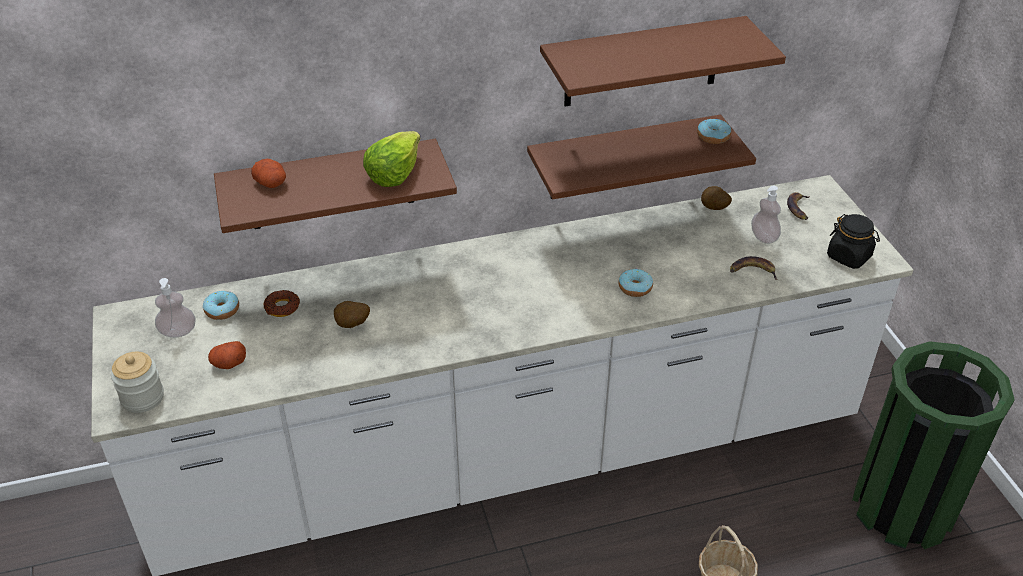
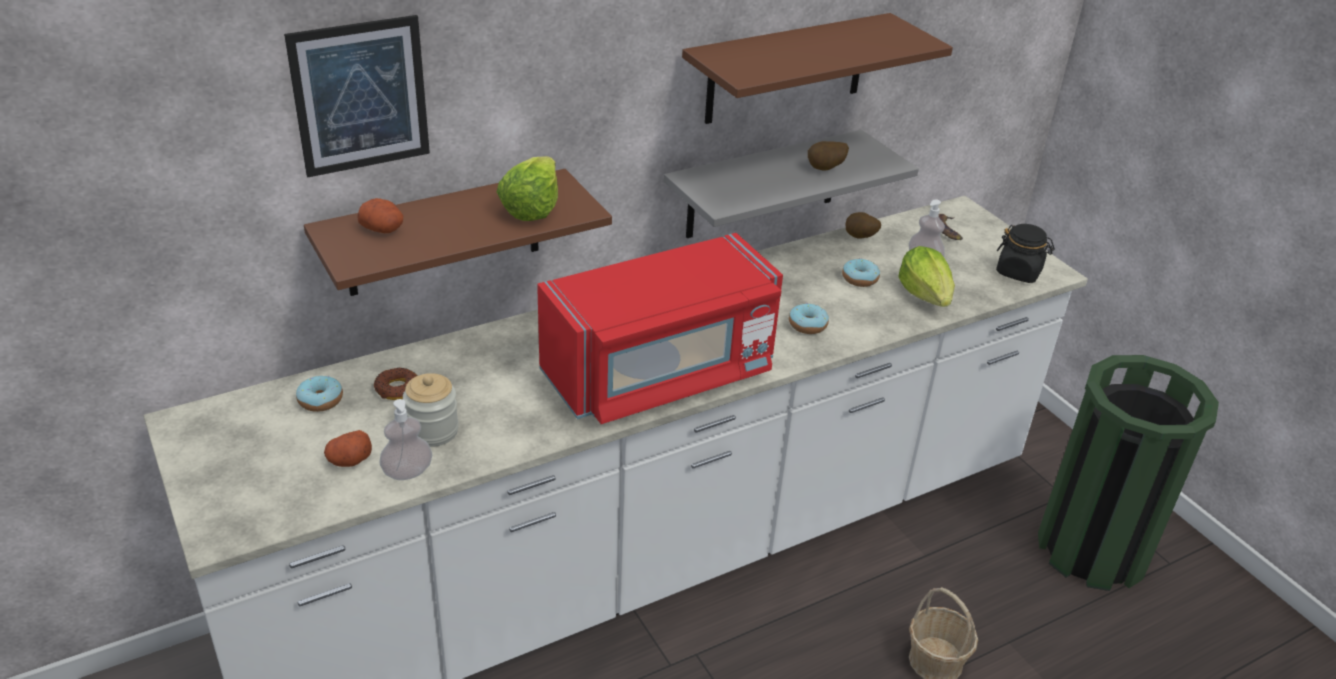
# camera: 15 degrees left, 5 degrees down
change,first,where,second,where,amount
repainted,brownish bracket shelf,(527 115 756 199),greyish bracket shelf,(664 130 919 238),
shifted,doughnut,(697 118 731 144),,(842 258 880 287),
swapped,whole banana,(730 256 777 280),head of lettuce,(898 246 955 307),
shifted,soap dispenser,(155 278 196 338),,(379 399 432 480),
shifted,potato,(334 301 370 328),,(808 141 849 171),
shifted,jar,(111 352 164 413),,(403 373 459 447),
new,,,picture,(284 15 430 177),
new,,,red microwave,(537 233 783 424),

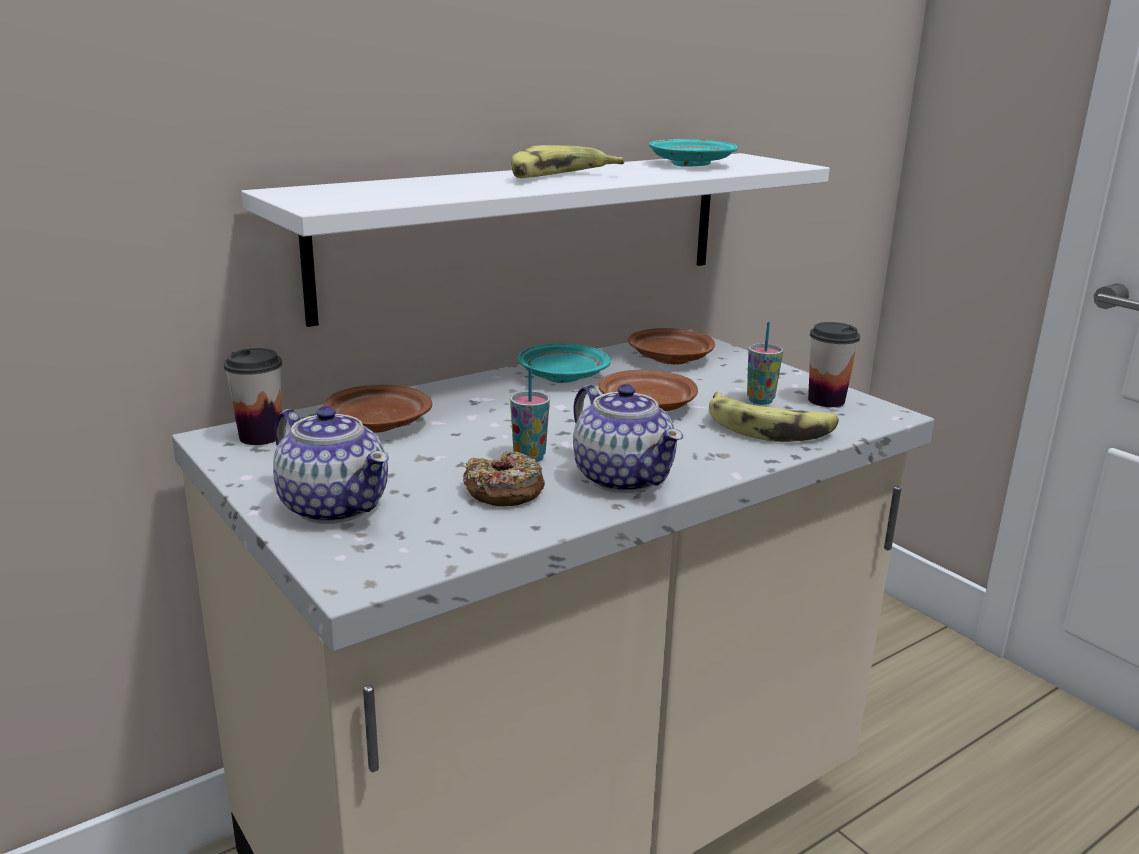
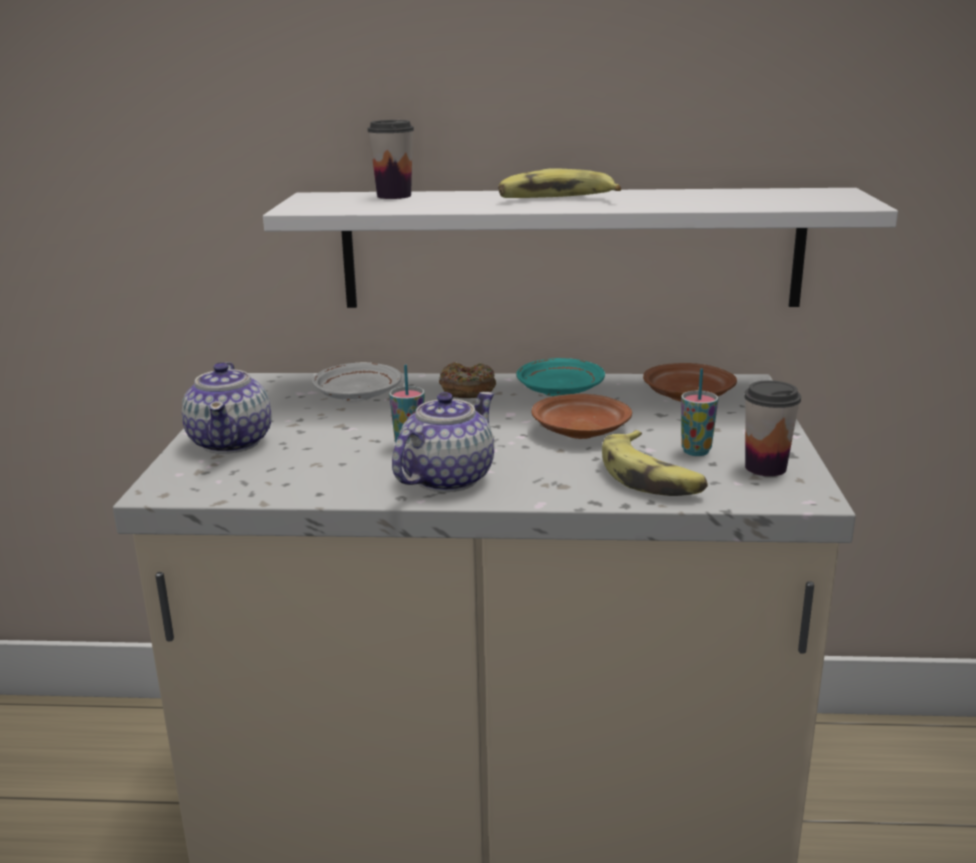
# camera: 40 degrees right, 0 degrees up
change,first,where,second,where,amount
gone,turquoise flat dish,(649 139 738 167),,,
shifted,drinking cup,(224 348 282 445),,(368 120 414 199),
rotated,teapot,(573 384 683 493),,(392 392 494 492),150 degrees counterclockwise
repainted,brownish flat dish,(323 385 432 433),whitish flat dish,(312 363 402 401),
shifted,doughnut,(463 451 545 506),,(439 362 496 398),

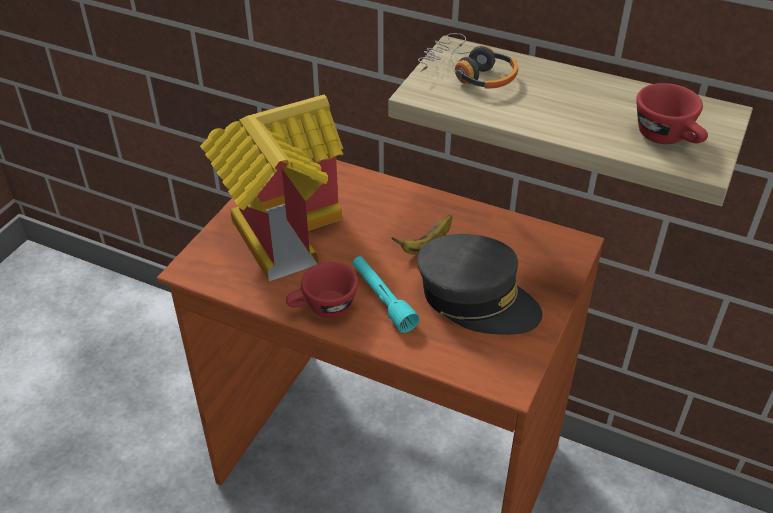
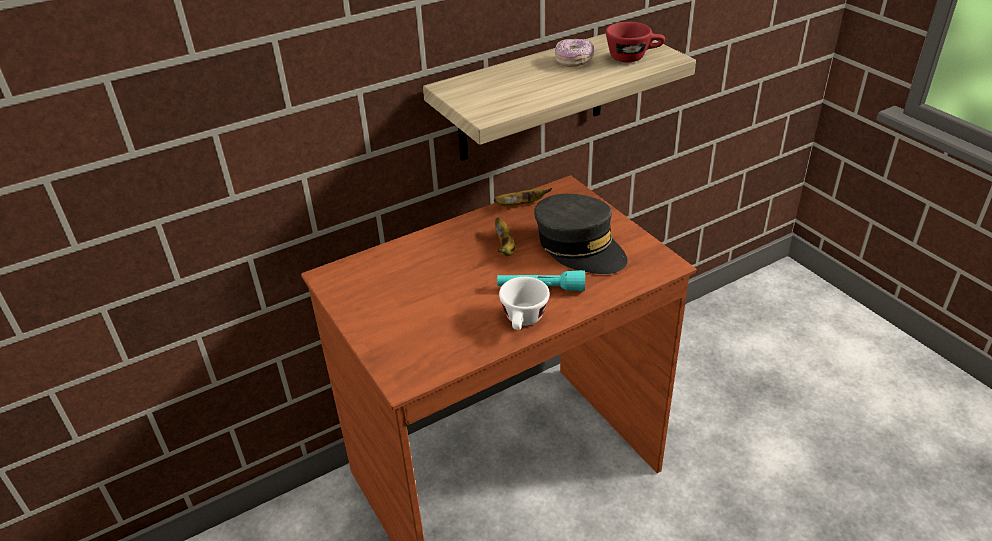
# camera: 55 degrees left, 5 degrees down
change,first,where,second,where,amount
gone,pair of headphones,(418 33 518 89),,,
gone,miniature house,(200 95 343 281),,,
rotated,greyish peaked cap,(417 234 542 335),,(534 194 628 274),75 degrees clockwise
repainted,red drinking cup,(286 262 358 318),whitish drinking cup,(499 277 550 330),
new,,,doughnut,(555 39 594 67),
new,,,whole banana,(494 188 552 206),

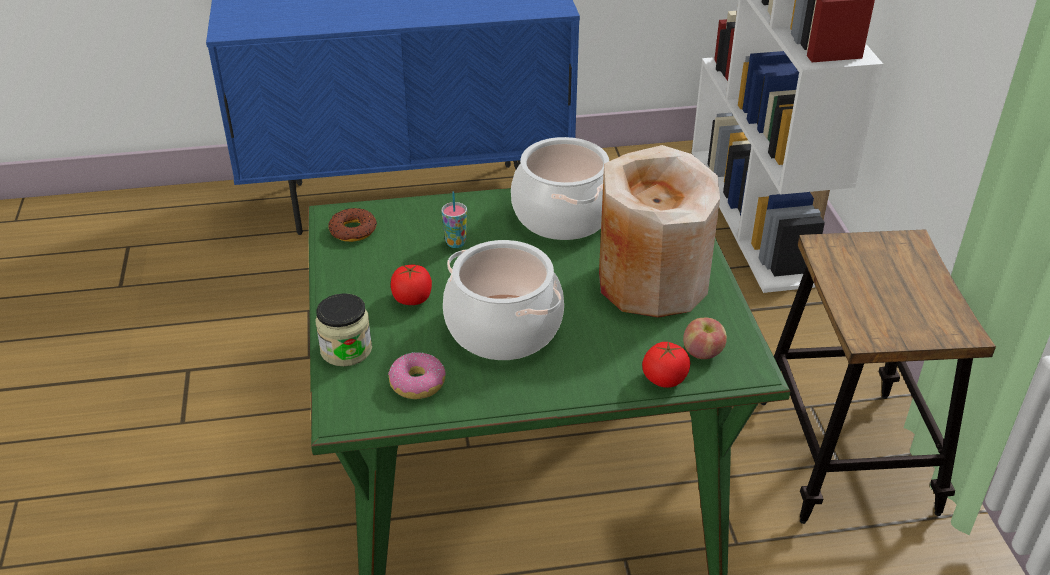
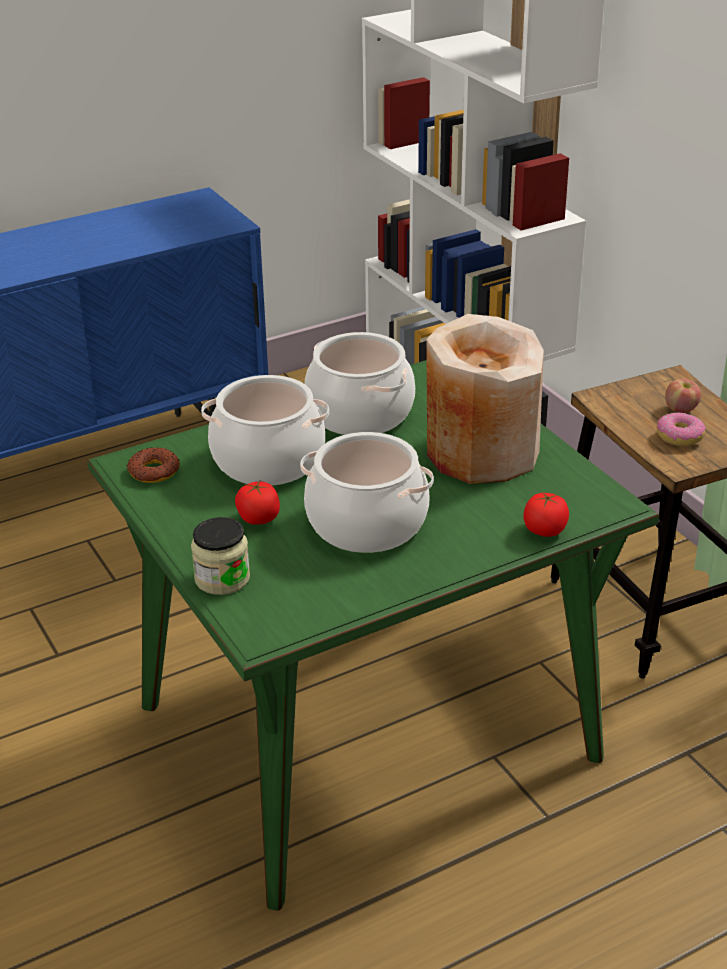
# camera: 20 degrees left, 5 degrees down
change,first,where,second,where,amount
swapped,drinking cup,(441 192 467 248),stockpot,(201 375 329 486),
shifted,apple fruit,(683 317 727 359),,(665 379 701 413),
shifted,doughnut,(388 352 446 399),,(657 412 706 446),

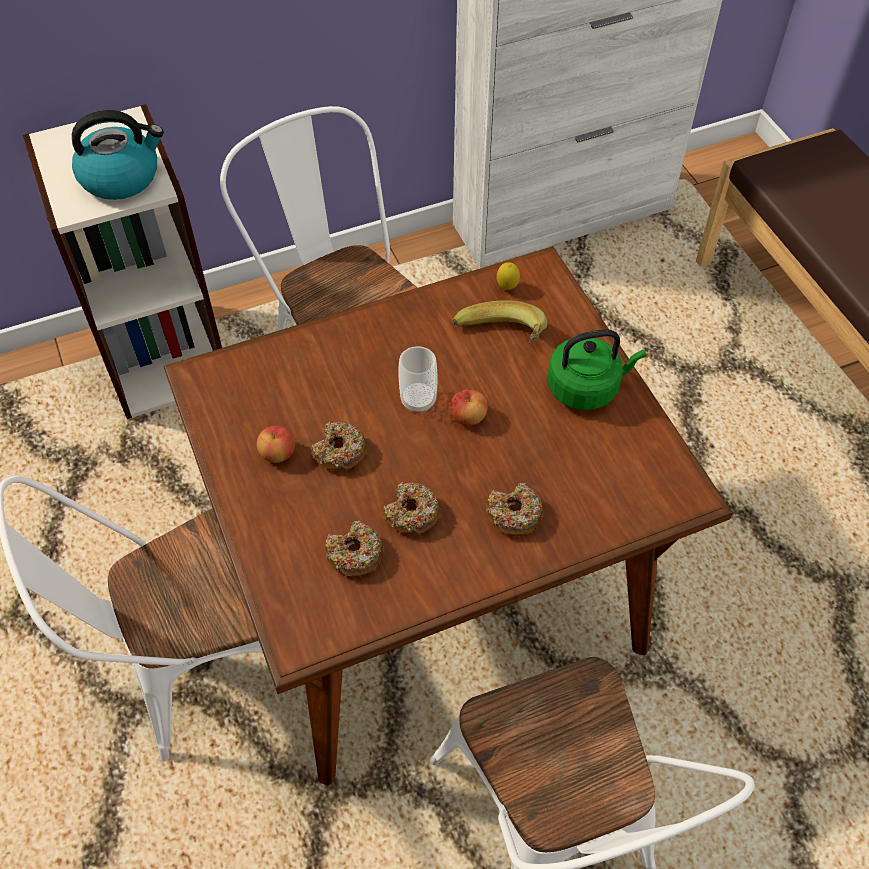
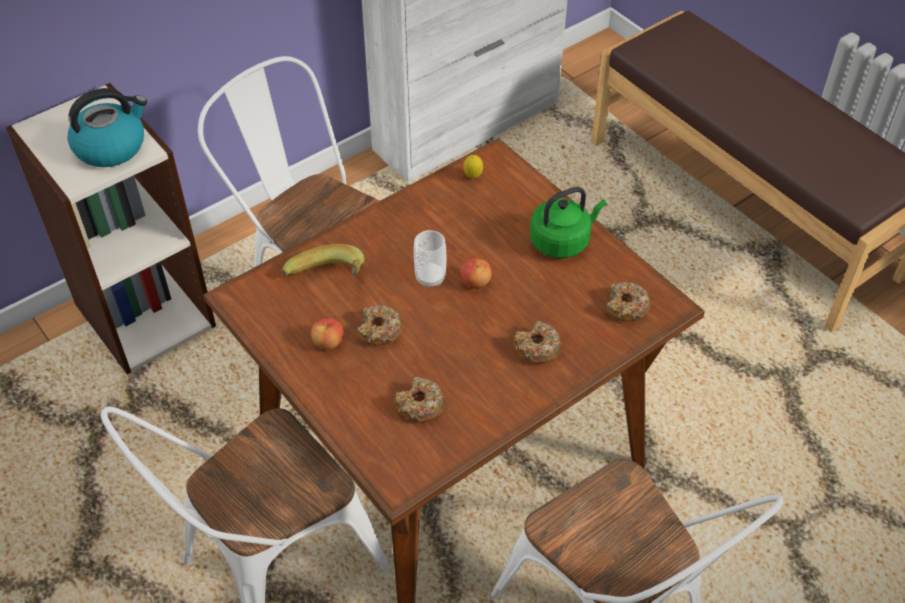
# camera: 15 degrees left, 5 degrees down
change,first,where,second,where,amount
shifted,whole banana,(452 300 547 344),,(282 244 365 277),
shifted,doughnut,(382 482 441 534),,(607 282 651 321),

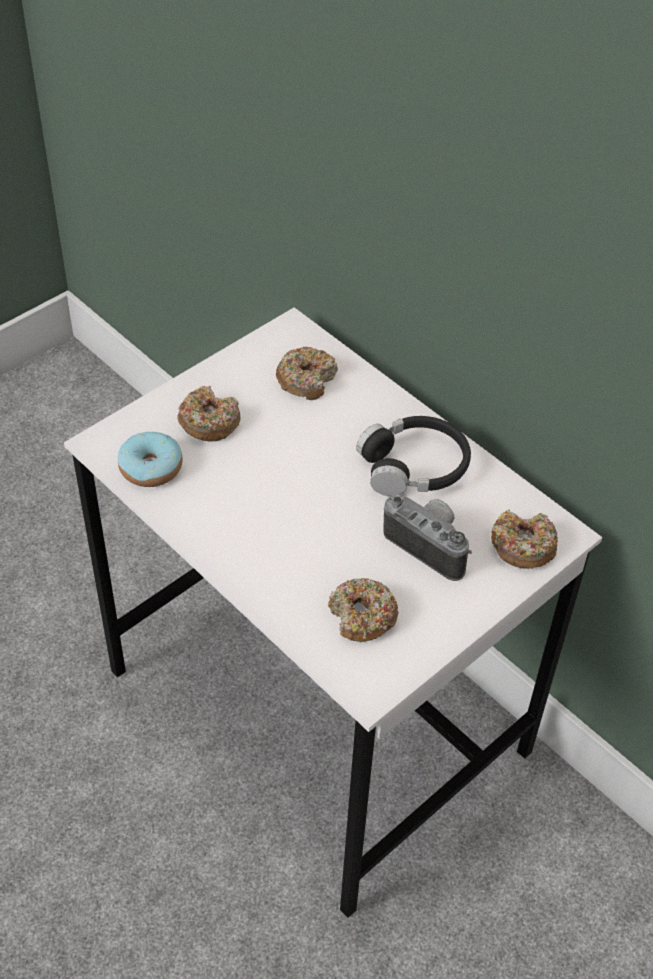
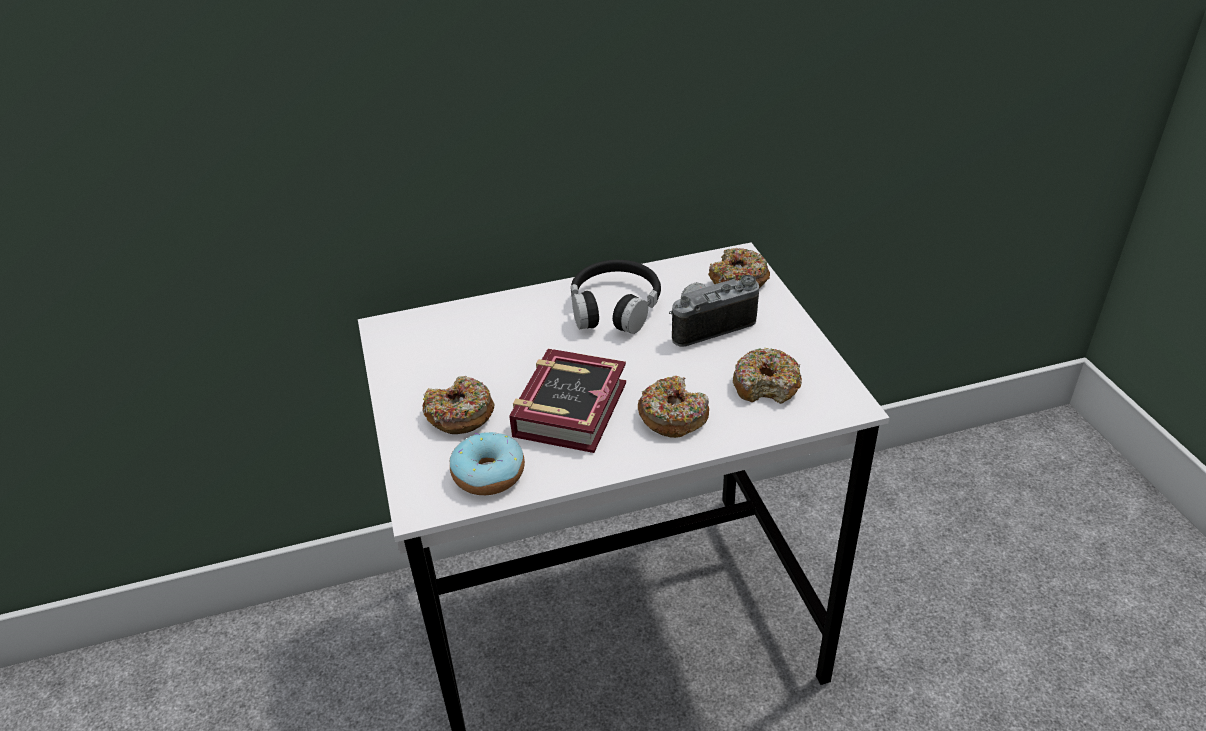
# camera: 60 degrees left, 10 degrees down
change,first,where,second,where,amount
shifted,doughnut,(276 347 338 400),,(638 376 709 438),
new,,,book,(509 349 626 453),

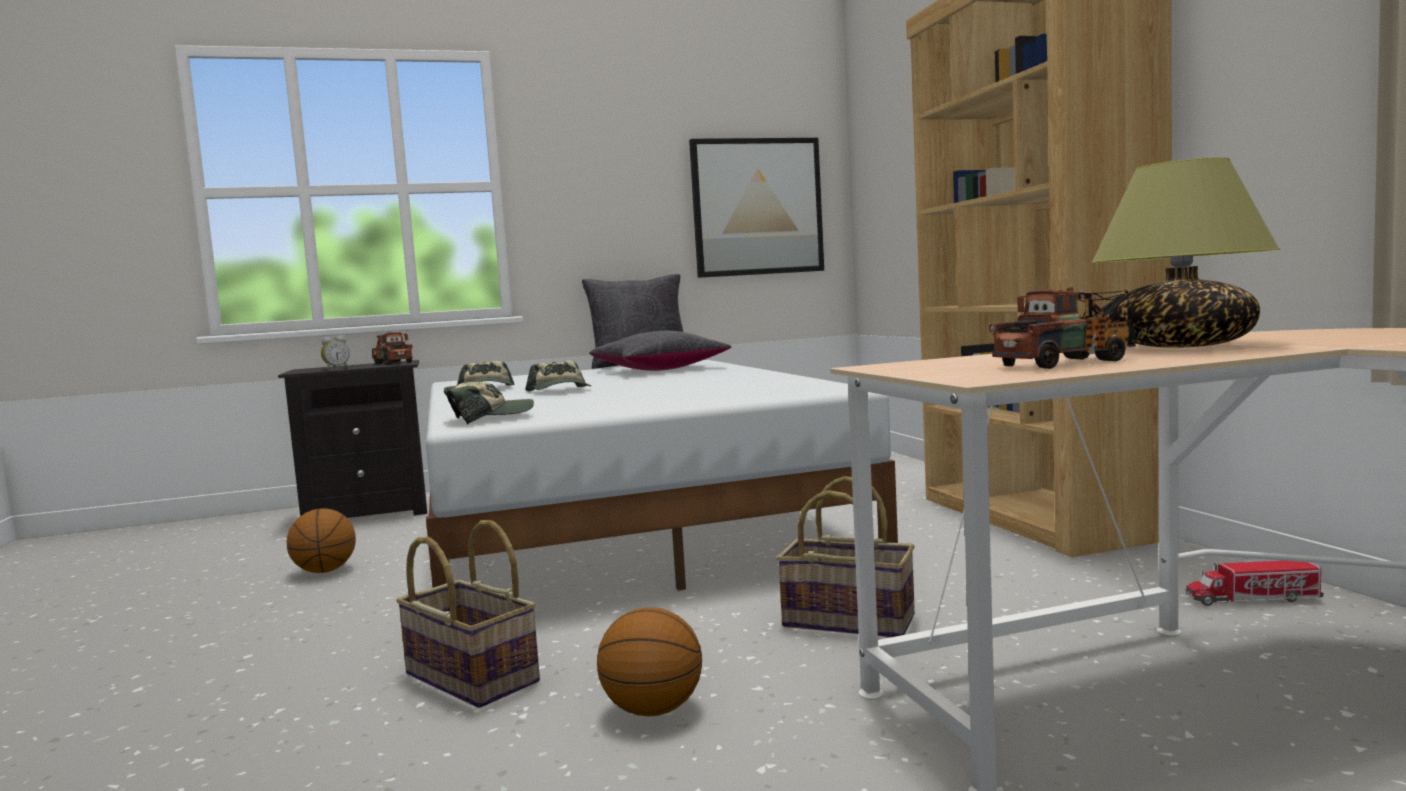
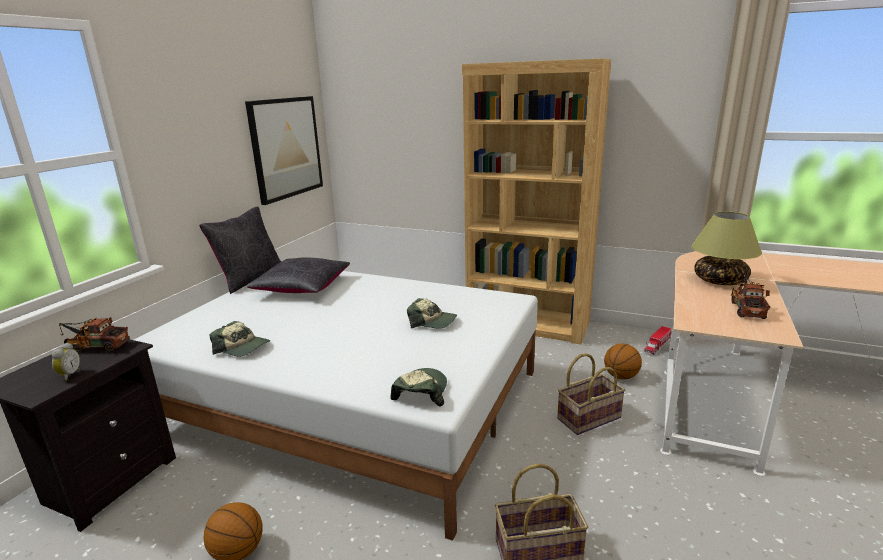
# camera: 50 degrees left, 15 degrees up
change,first,where,second,where,amount
shifted,peaked cap,(525 360 591 391),,(407 298 457 329),
shifted,ball for basketball,(597 607 702 716),,(604 344 642 380),

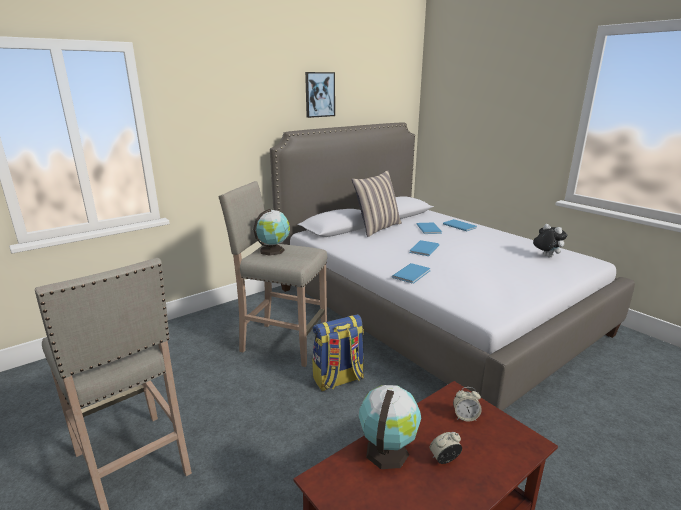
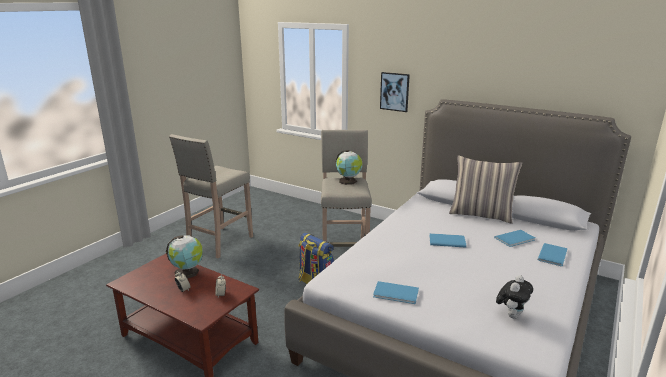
# camera: 70 degrees right, 0 degrees up
change,first,where,second,where,amount
shifted,picture,(305 72 335 118),,(380 72 410 112),
shifted,blue-coloured book,(392 263 431 284),,(373 281 419 304),

